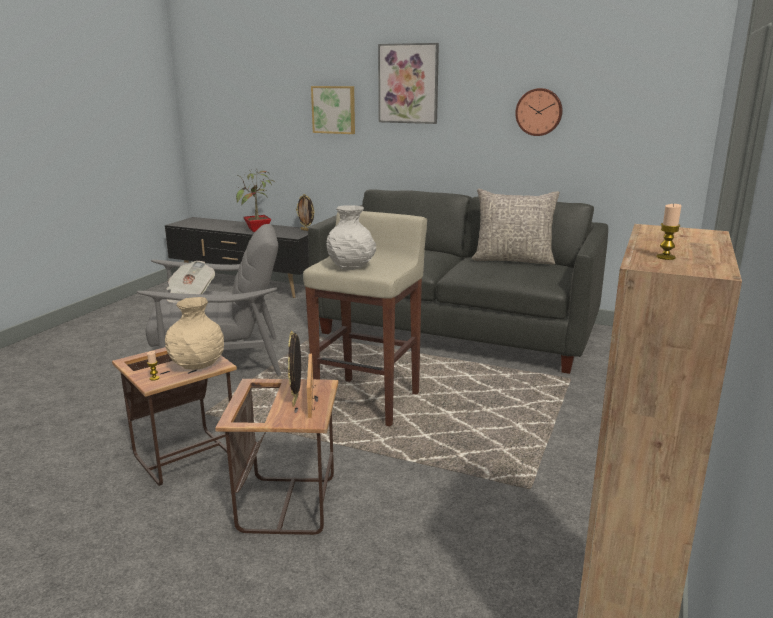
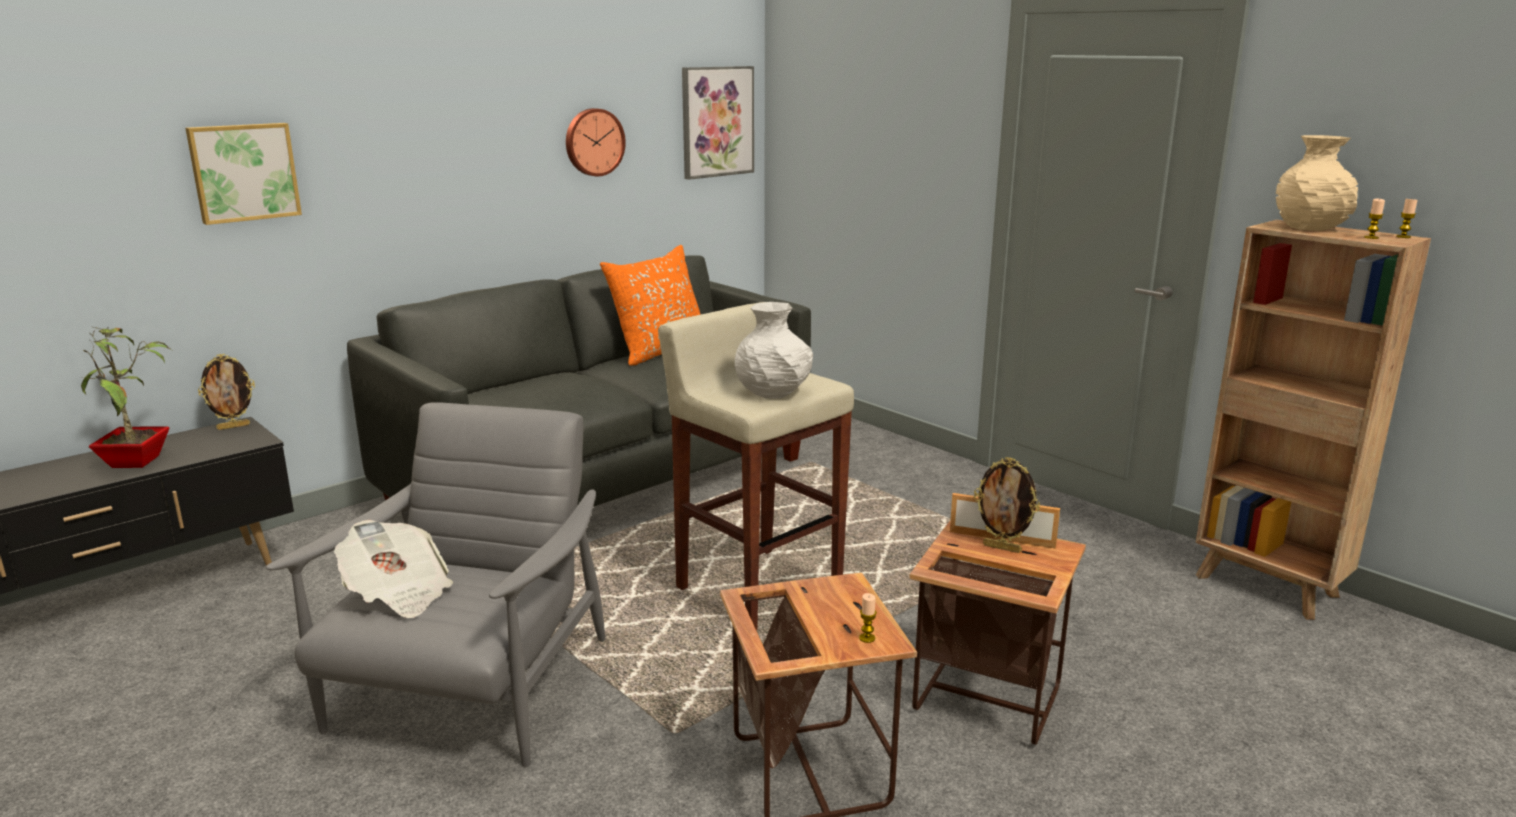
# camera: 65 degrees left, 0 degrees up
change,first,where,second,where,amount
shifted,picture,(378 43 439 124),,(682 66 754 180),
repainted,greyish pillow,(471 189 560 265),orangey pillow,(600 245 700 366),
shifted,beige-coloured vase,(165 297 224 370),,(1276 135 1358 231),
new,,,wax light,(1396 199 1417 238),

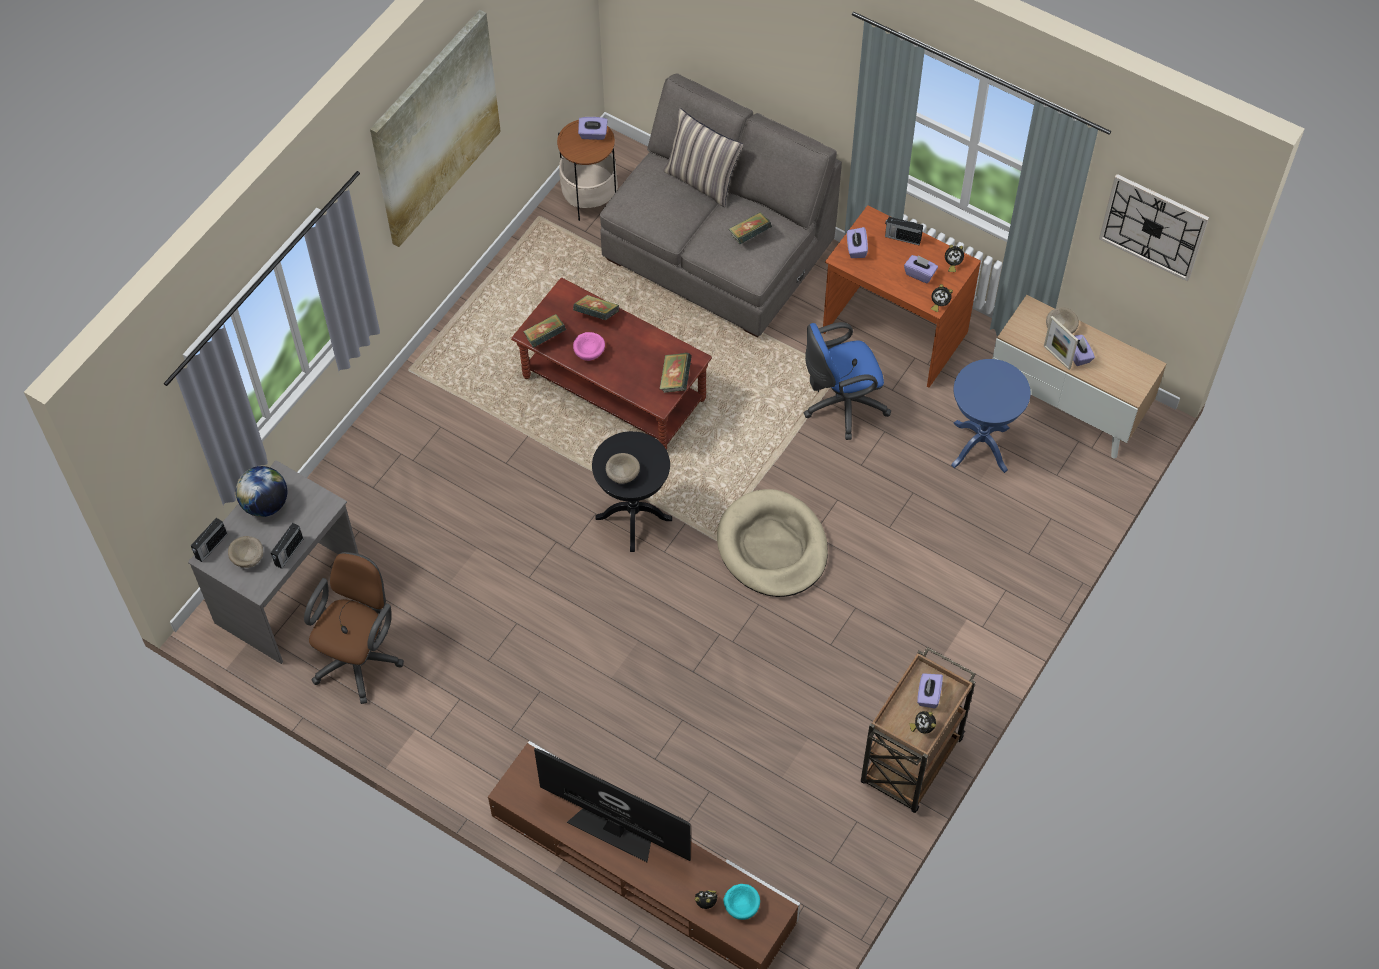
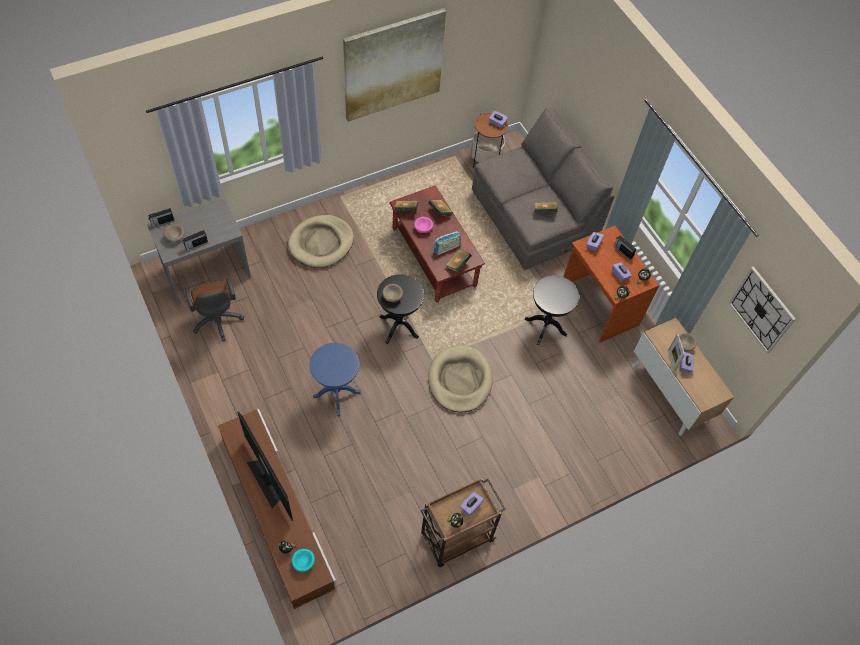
# camera: 25 degrees right, 0 degrees up
change,first,where,second,where,amount
gone,pillow,(663 108 743 207),,,
swapped,blue-coloured desk chair,(804 322 891 440),black side table,(524 275 579 345),
shifted,blue-coloured side table,(951 359 1031 473),,(310 343 361 416),
gone,globe,(236 466 287 517),,,
rotated,brownish desk chair,(304 552 404 704),,(185 278 244 341),105 degrees clockwise
new,,,beige-coloured pet bed,(288 215 354 268),
new,,,radio set,(434 231 461 255),

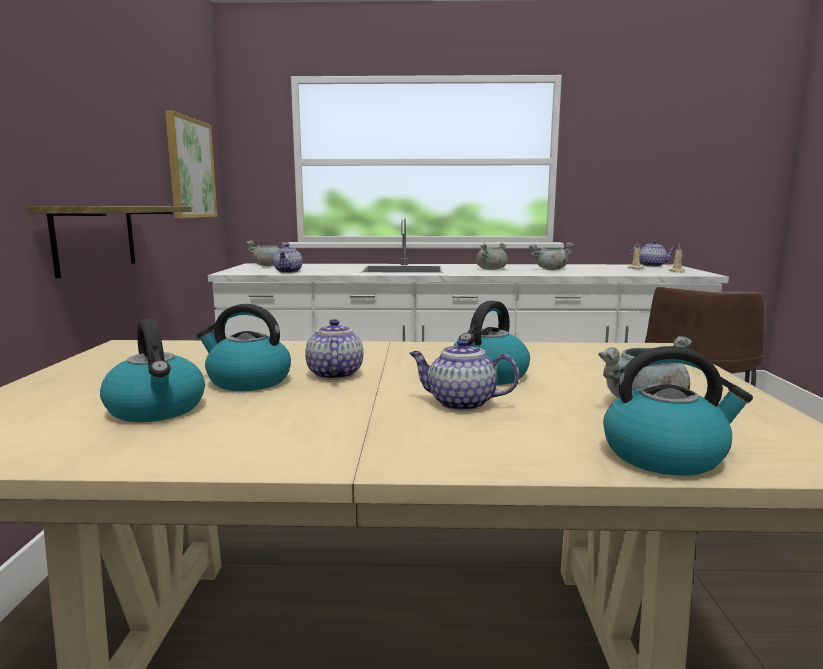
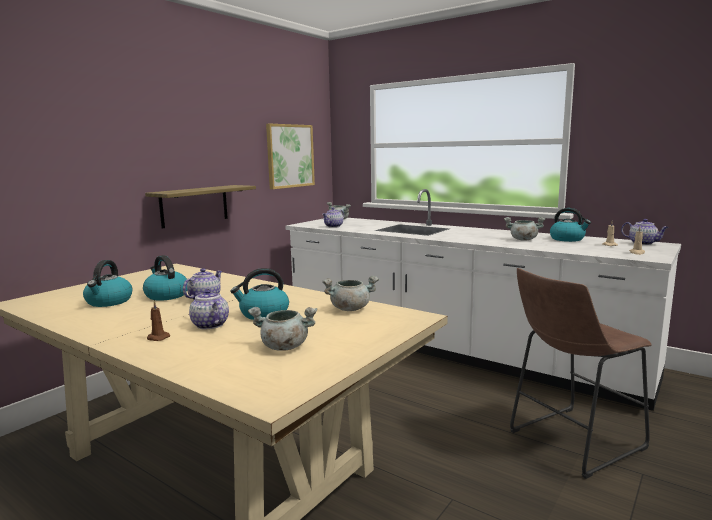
# camera: 35 degrees right, 0 degrees up
change,first,where,second,where,amount
shifted,greyish stockpot,(476 243 508 270),,(322 276 379 311),
shifted,tea kettle,(603 346 753 476),,(550 208 591 242),
new,,,brownish wax light,(147 301 170 341),

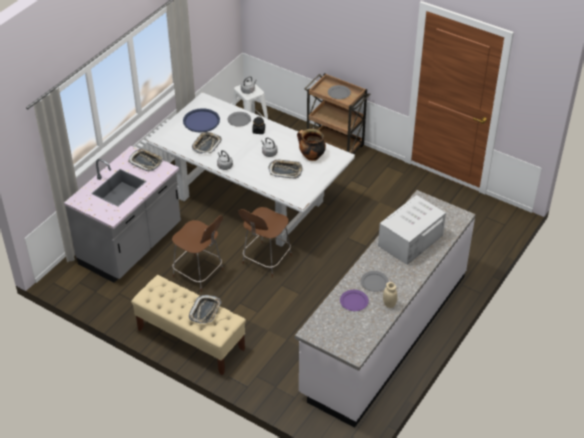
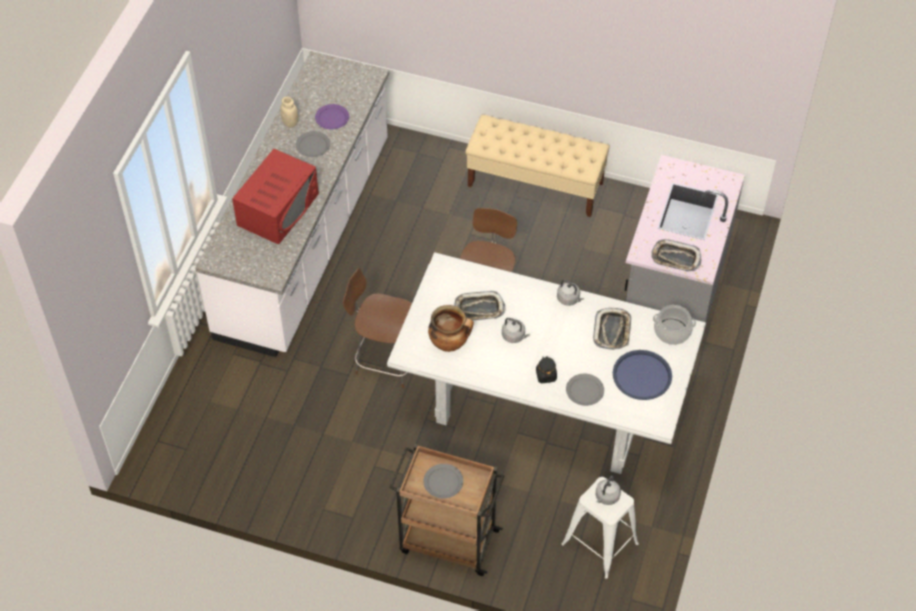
# camera: 165 degrees right, 10 degrees up
change,first,where,second,where,amount
repainted,whitish microwave,(378 195 446 265),red microwave,(232 149 319 245),
shifted,brownish plain chair,(172 215 223 292),,(343 268 412 388),
gone,serving tray,(189 295 221 324),,,
new,,,stockpot,(653 305 696 345),

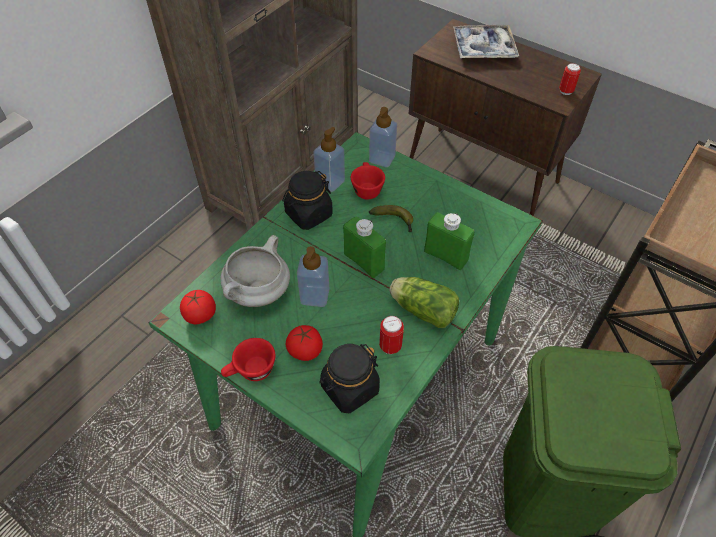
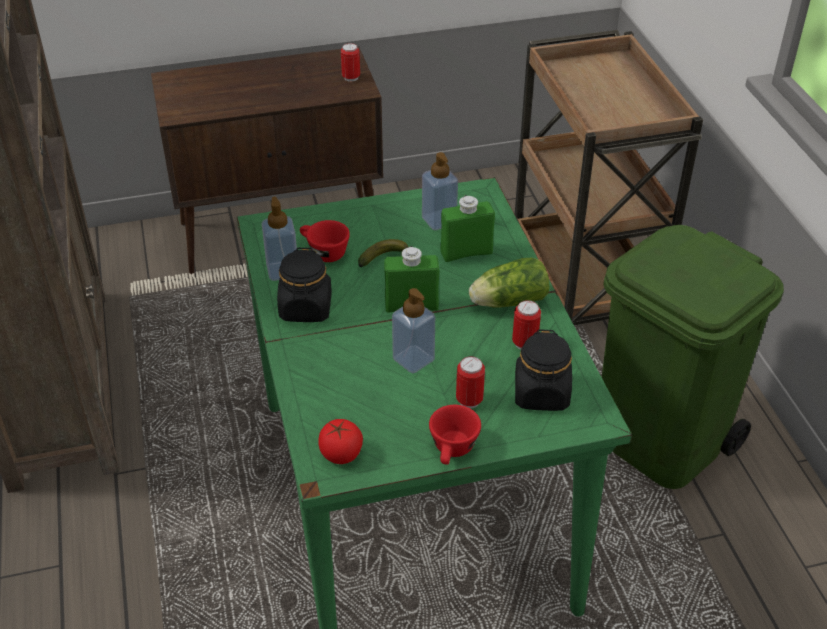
# camera: 50 degrees left, 10 degrees down
change,first,where,second,where,amount
gone,serving tray,(453 25 519 58),,,
shifted,soap dispenser,(369 107 397 167),,(422 152 458 230),
gone,whitish stockpot,(220 235 290 307),,,
swapped,tomato,(285 325 323 361),can,(456 356 485 408),

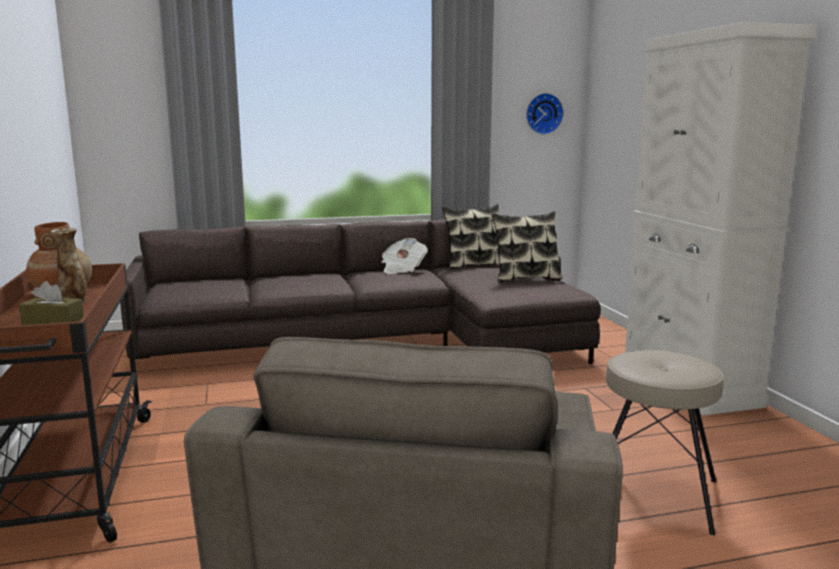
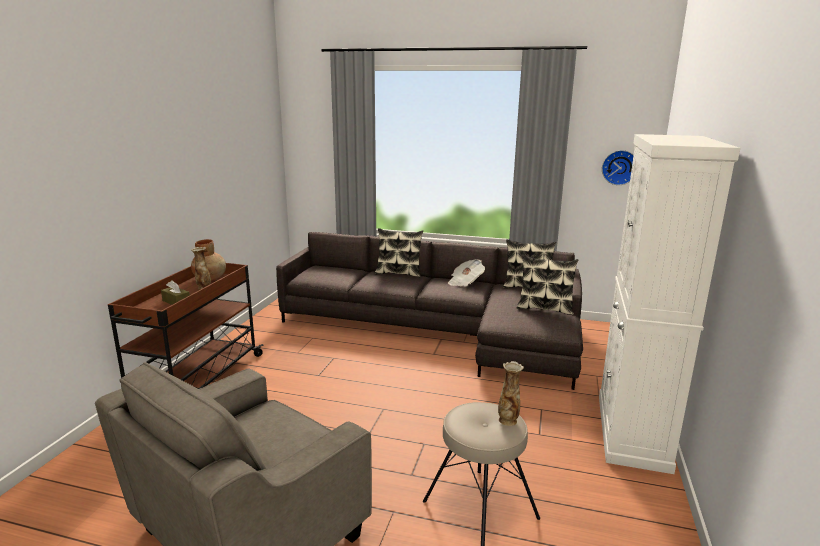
# camera: 30 degrees right, 5 degrees up
change,first,where,second,where,amount
new,,,pillow,(375 228 423 277),
new,,,vase,(498 361 524 426),

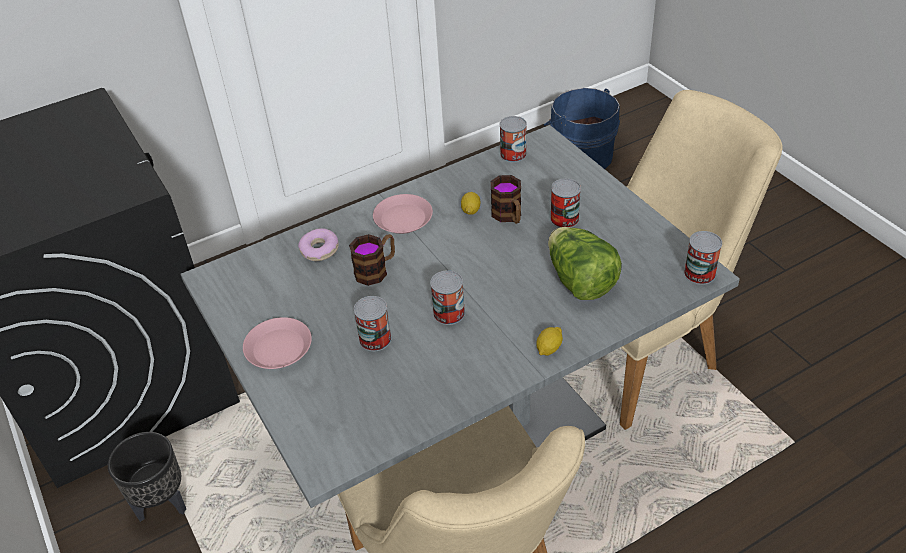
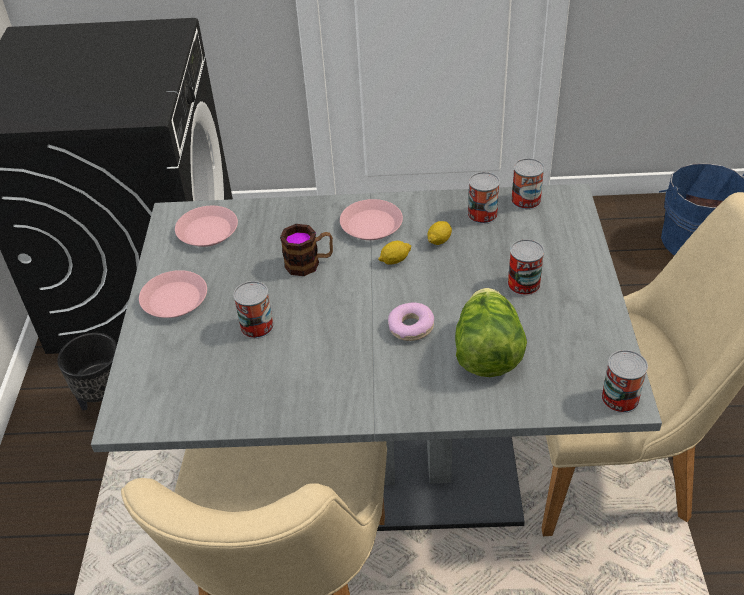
# camera: 30 degrees right, 0 degrees up
change,first,where,second,where,amount
gone,coffee mug,(491 175 521 224),,,
shifted,doughnut,(298 228 339 261),,(388 303 434 341),
shifted,can,(430 270 465 325),,(468 172 500 224),
shifted,lemon,(536 327 563 356),,(378 241 411 265),
new,,,pink flat dish,(175 206 238 247),

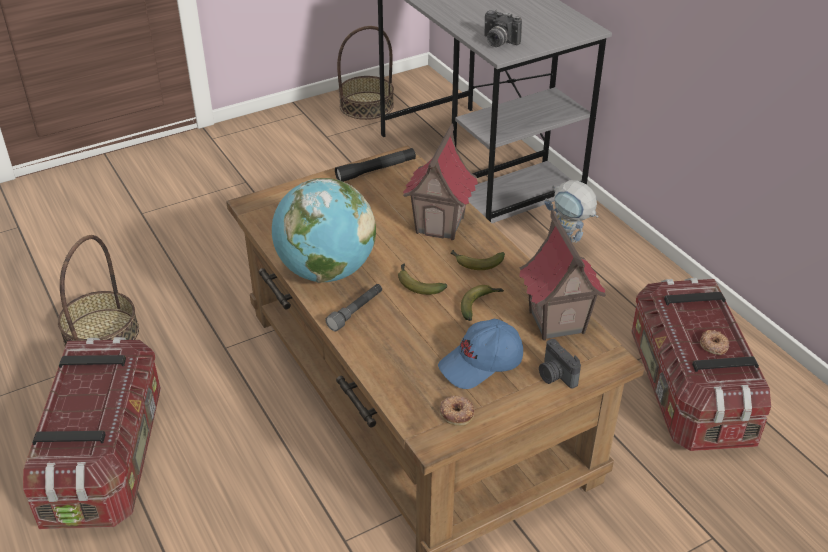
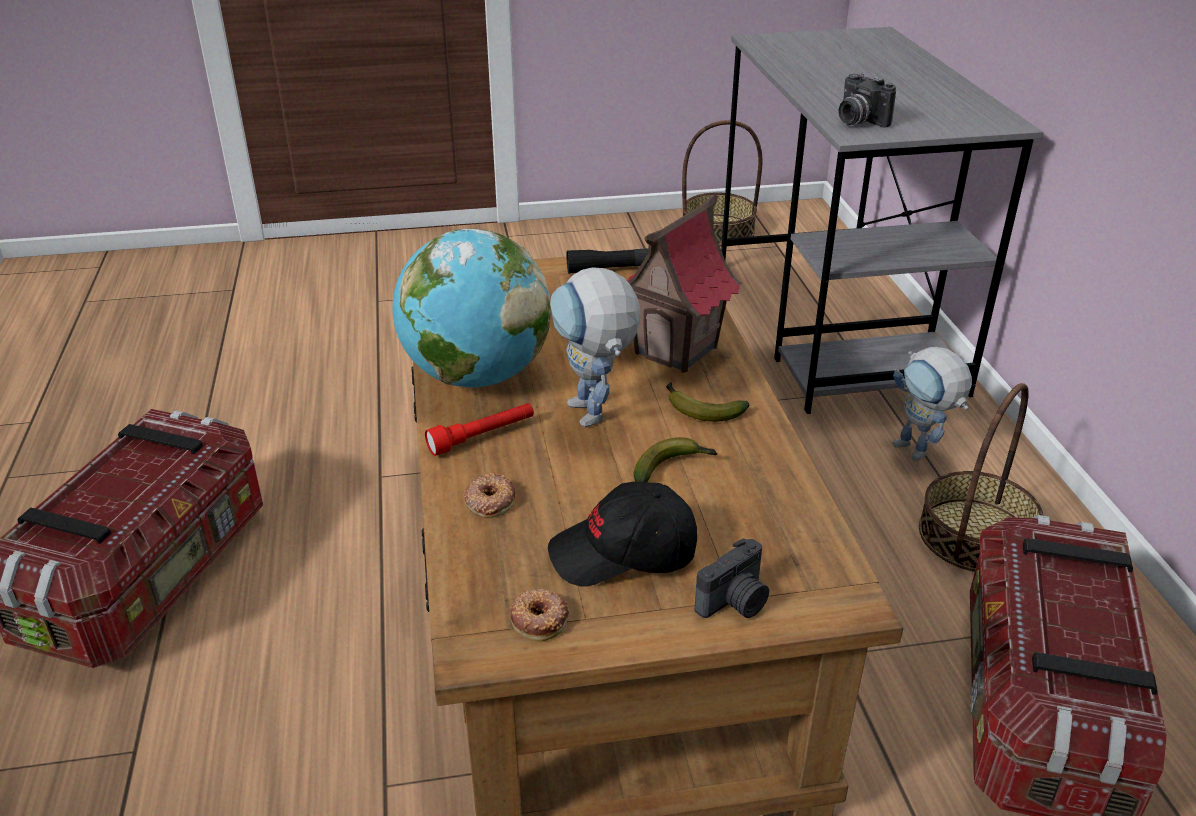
# camera: 20 degrees right, 5 degrees down
change,first,where,second,where,amount
gone,miniature house,(519 210 606 340),,,
shifted,storage basket,(58 235 139 347),,(919 383 1044 572),
swapped,whole banana,(398 263 447 295),toy robot,(550 267 640 428),
repainted,greyish flashlight,(325 284 382 331),red flashlight,(425 403 534 456),
repainted,blue-coloured peaked cap,(438 319 523 389),black peaked cap,(548 482 697 587),
shifted,doughnut,(700 330 729 355),,(464 473 516 518),
rotated,still camera,(539 339 581 389),,(694 538 769 618),120 degrees counterclockwise

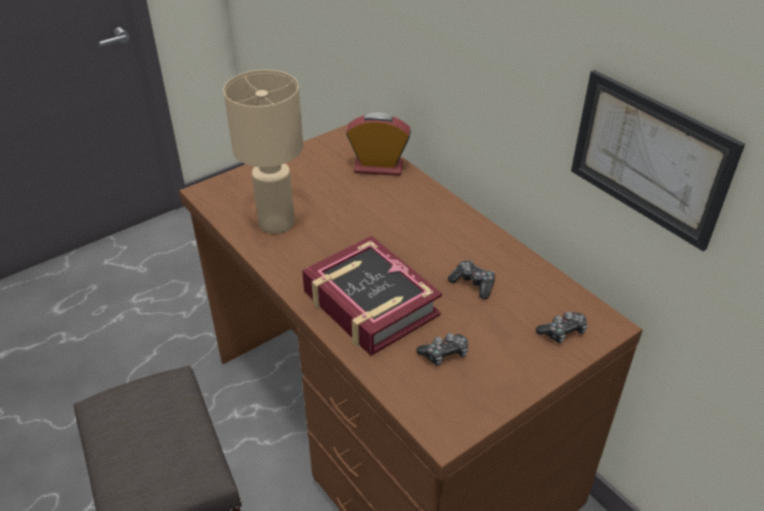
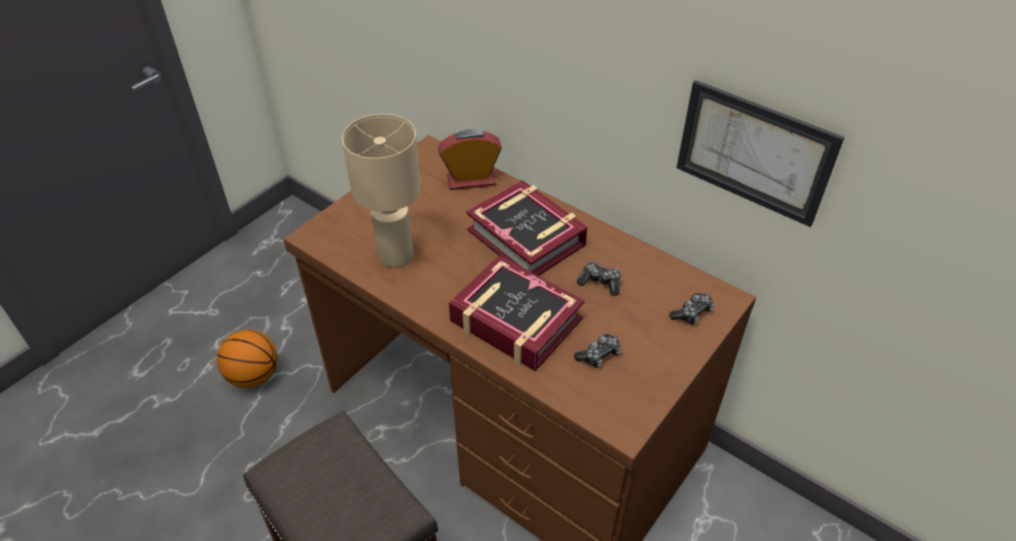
# camera: 15 degrees left, 5 degrees up
change,first,where,second,where,amount
new,,,book,(466 180 588 276),
new,,,ball for basketball,(217 330 278 388),

